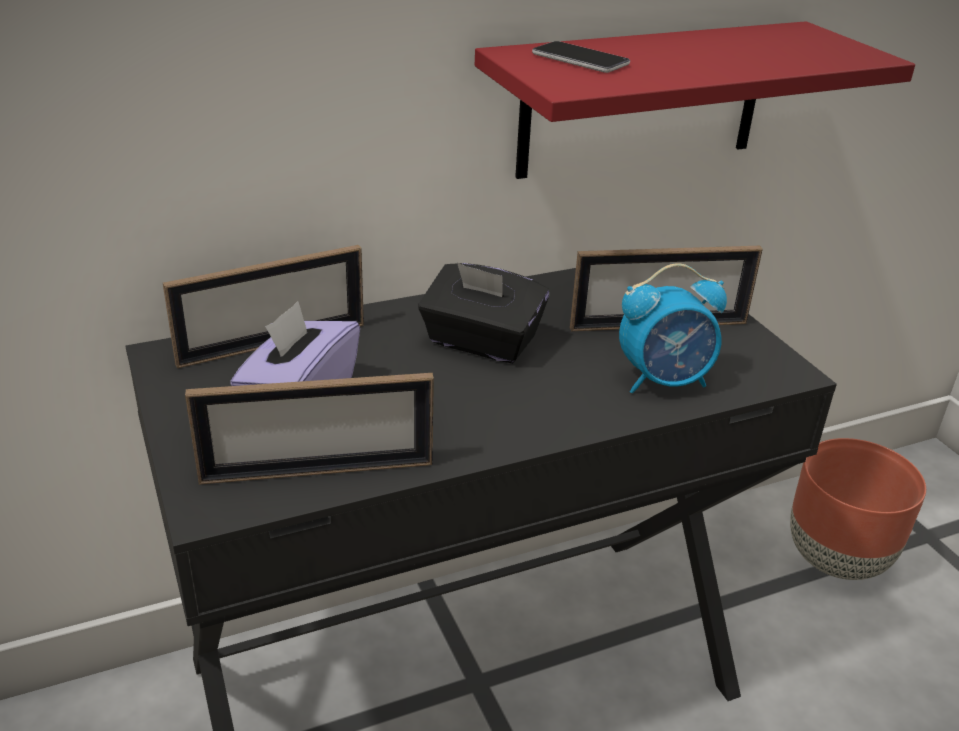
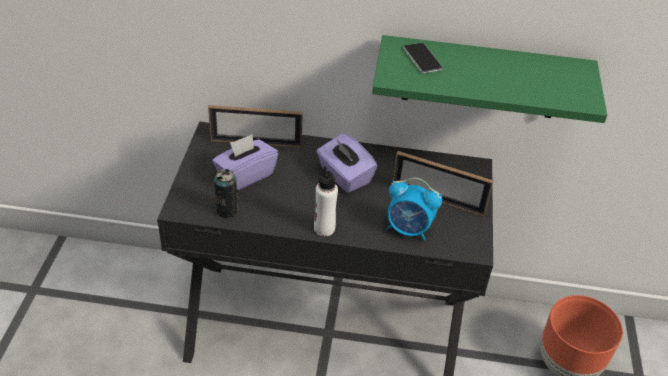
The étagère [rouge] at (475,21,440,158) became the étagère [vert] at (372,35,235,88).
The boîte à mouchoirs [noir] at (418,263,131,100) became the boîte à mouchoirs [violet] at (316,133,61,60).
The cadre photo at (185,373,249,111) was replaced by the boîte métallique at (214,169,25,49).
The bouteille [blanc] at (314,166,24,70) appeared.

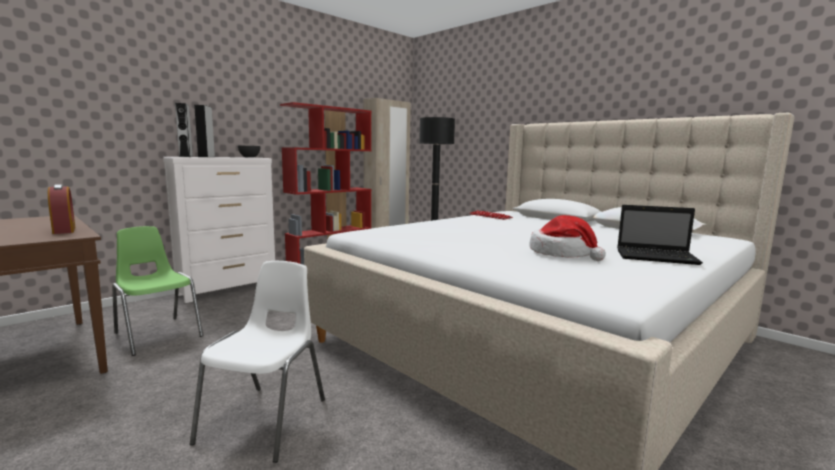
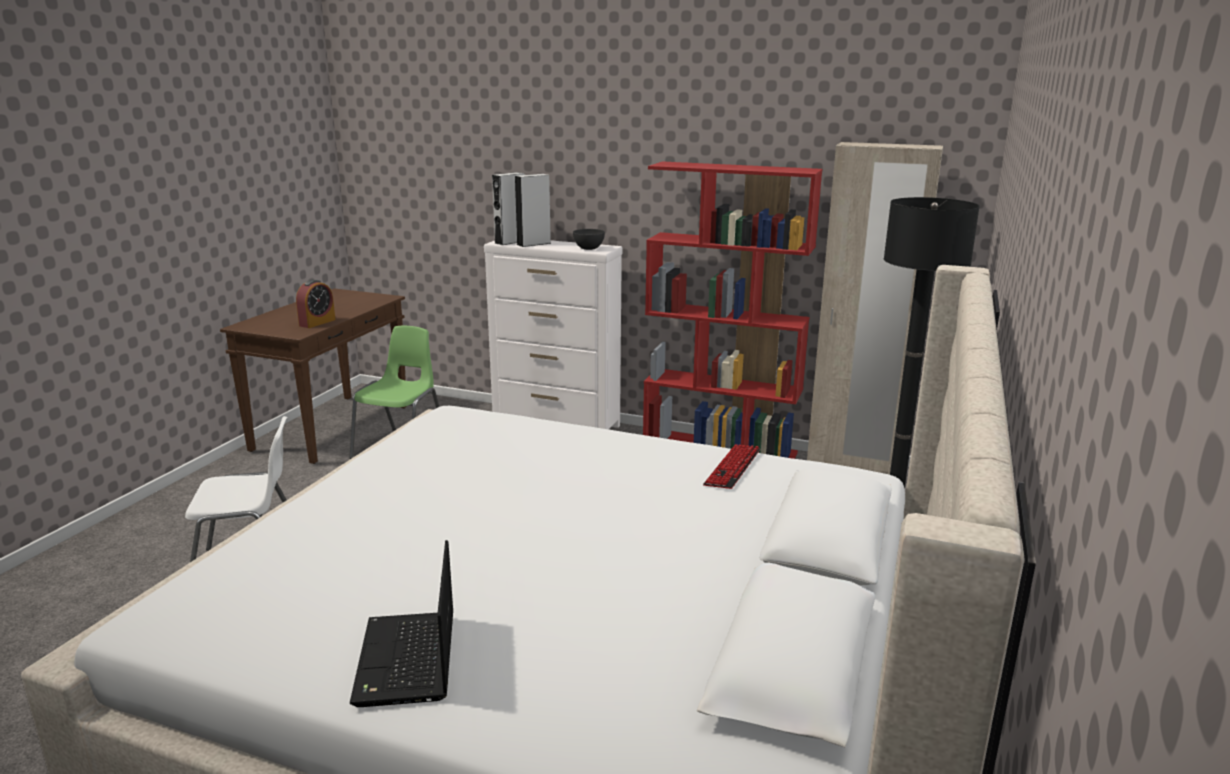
The chapeau at (529,215,77,46) disappeared.

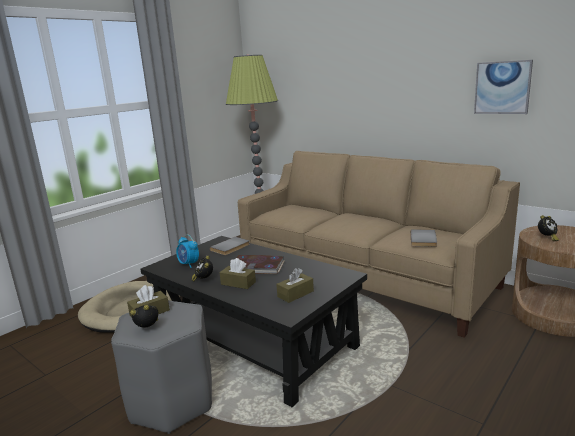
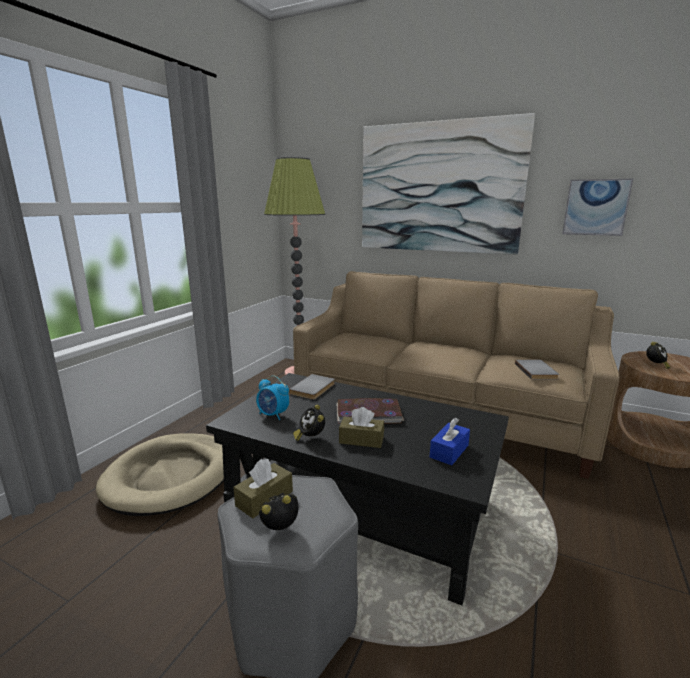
The boîte à mouchoirs [marron] at (276,268,38,35) became the boîte à mouchoirs [bleu] at (430,418,40,47).
The tableau at (362,113,173,142) appeared.

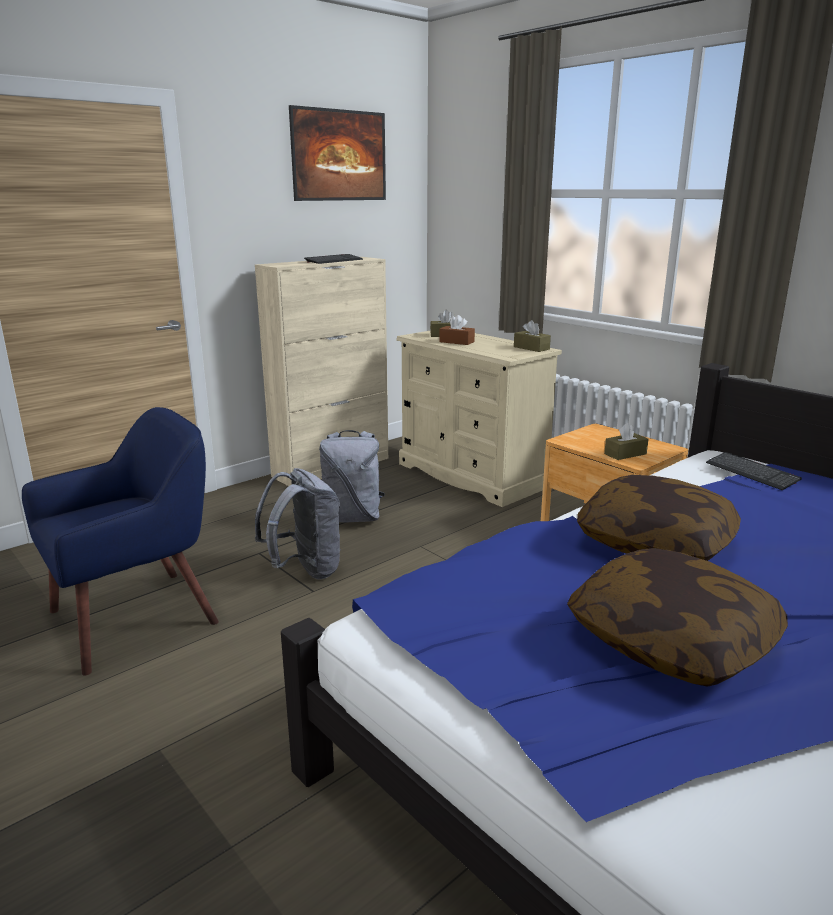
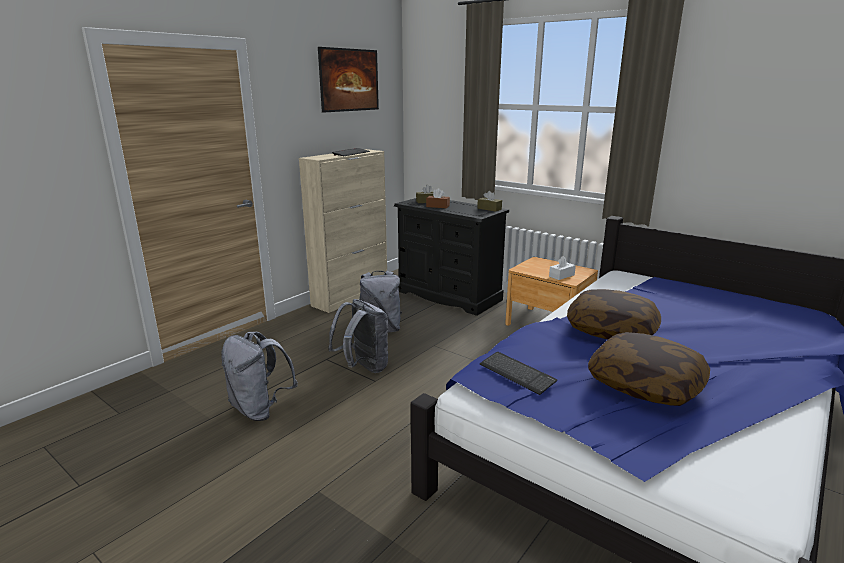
The commode [beige] at (396,330,166,177) became the commode [noir] at (394,198,115,118).
The fauteuil [bleu] at (22,407,197,269) was replaced by the sac à dos [gris] at (221,332,77,89).
The boîte à mouchoirs [marron] at (604,423,44,37) became the boîte à mouchoirs [blanc] at (549,256,27,24).
The clavier moved from (706,452,96,38) to (480,352,77,43).

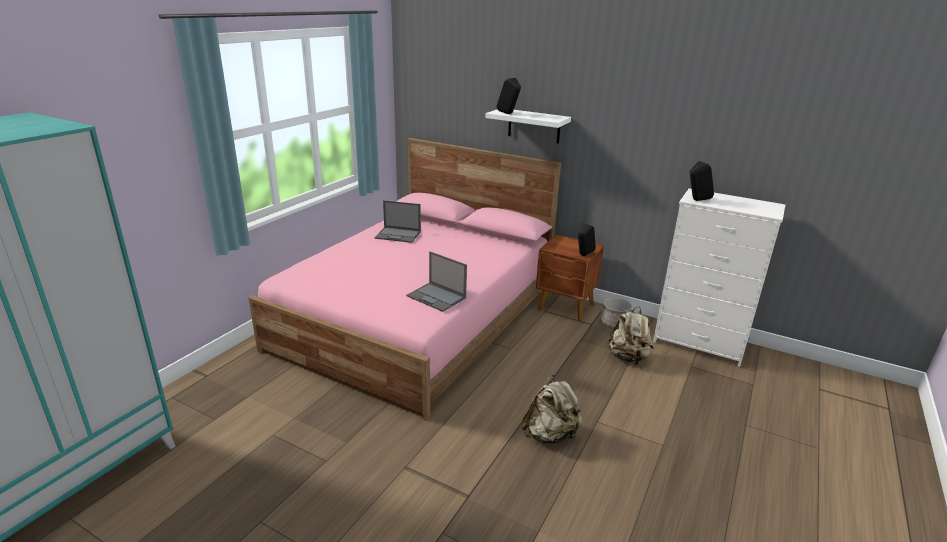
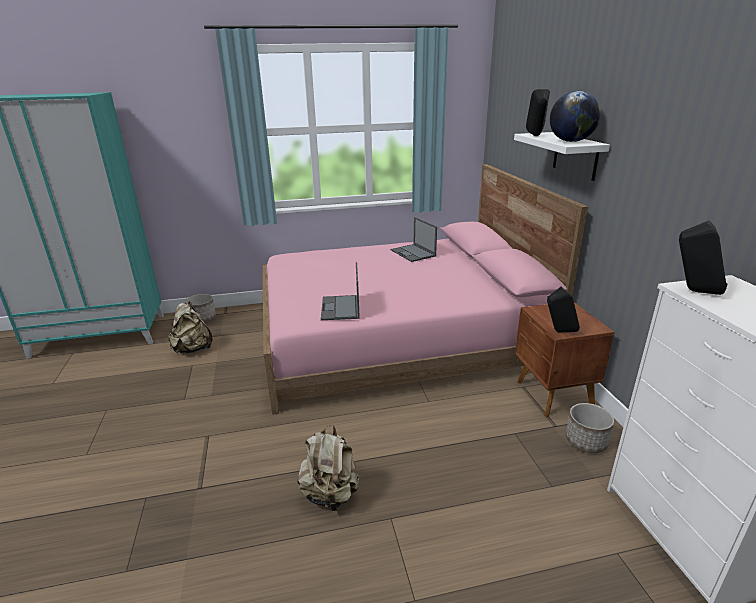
The sac à dos [beige] moved from (606,307,47,58) to (168,301,44,53).
The globe at (550,91,51,51) appeared.
The cache-pot at (185,294,31,28) appeared.

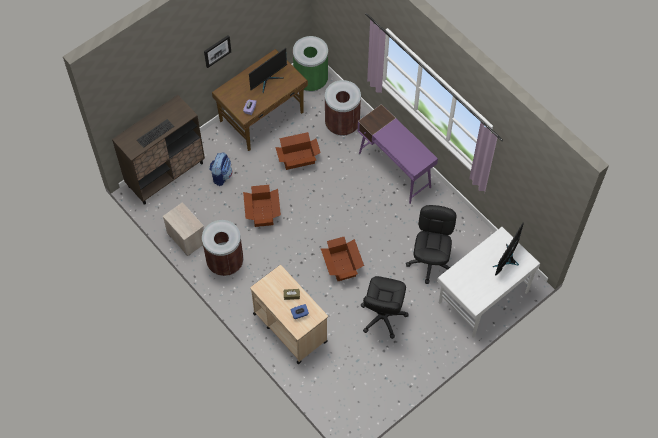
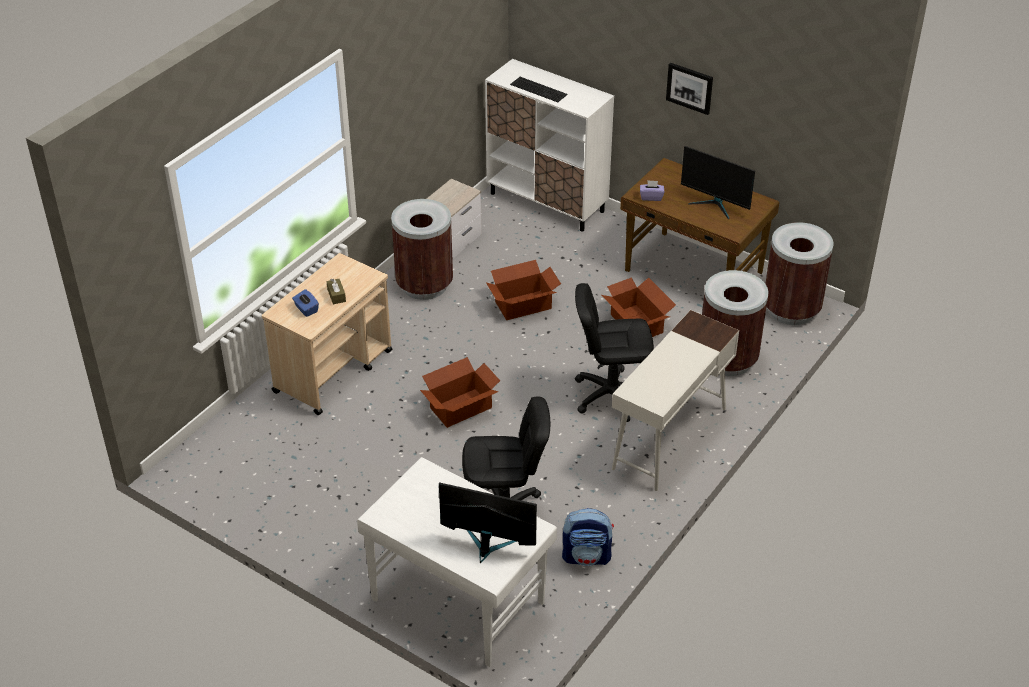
The poubelle [vert] at (293,36,35,56) became the poubelle [marron] at (766,222,68,103).
The meuble de rangement [marron] at (112,95,93,110) became the meuble de rangement [blanc] at (485,59,129,173).
The bureau [violet] at (358,104,80,100) became the bureau [blanc] at (612,310,127,181).
The sac à dos moved from (209,152,23,34) to (562,508,52,58).
The chaise de bureau [noir] moved from (361,276,48,63) to (575,283,79,139).

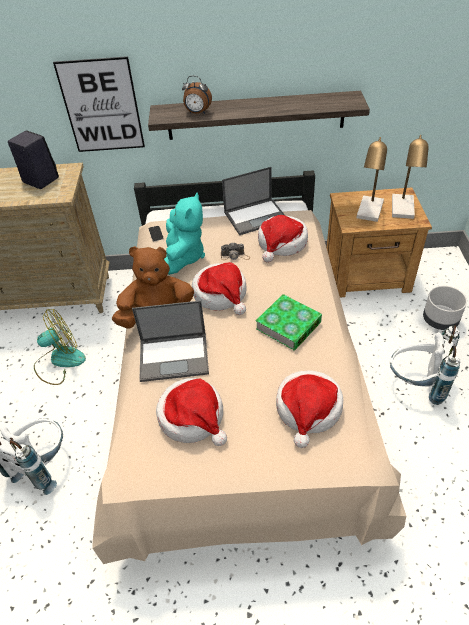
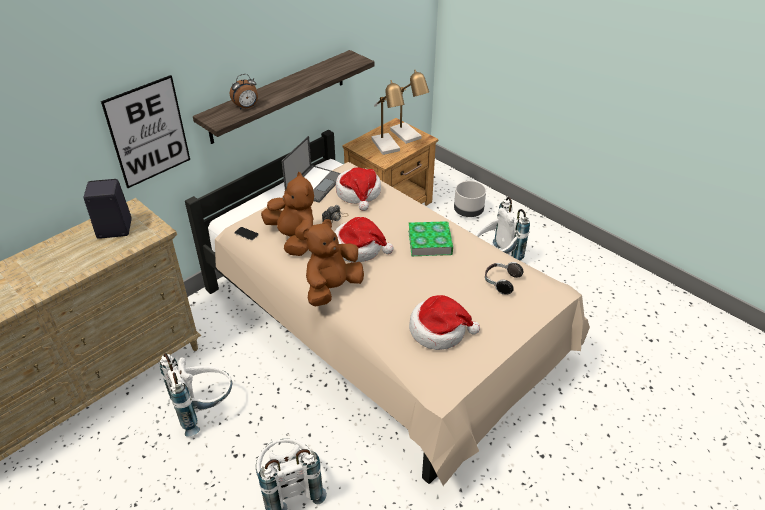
The peluche [turquoise] at (164,193,41,82) became the peluche [marron] at (261,172,53,84).
The ordinateur portable at (132,301,77,81) disappeared.
The ventilateur at (34,309,52,76) was replaced by the sac à dos [blanc] at (159,353,73,84).
The chapeau at (276,371,67,77) was replaced by the casque audio at (485,262,38,33).

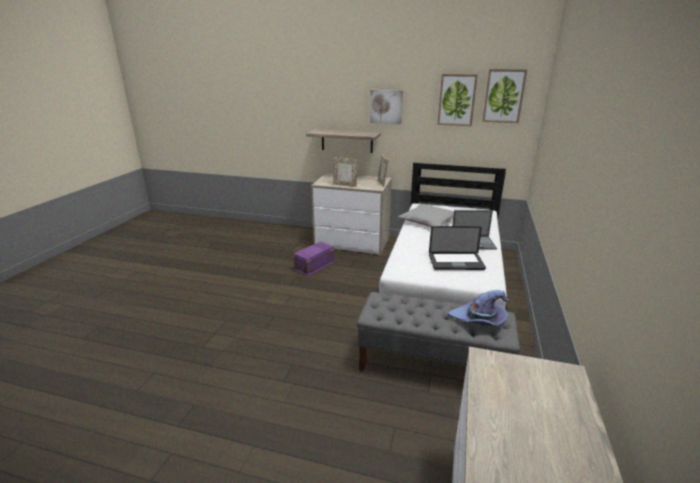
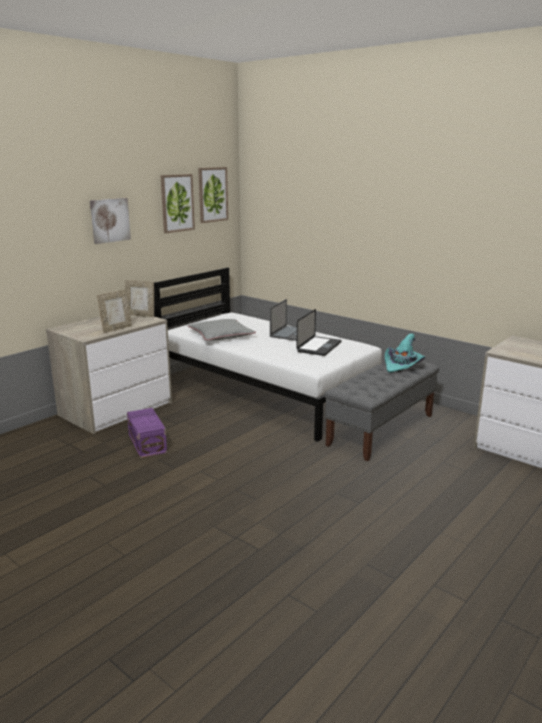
The étagère at (306,129,75,24) disappeared.
The chapeau [violet] at (448,290,61,37) became the chapeau [turquoise] at (385,333,40,39).

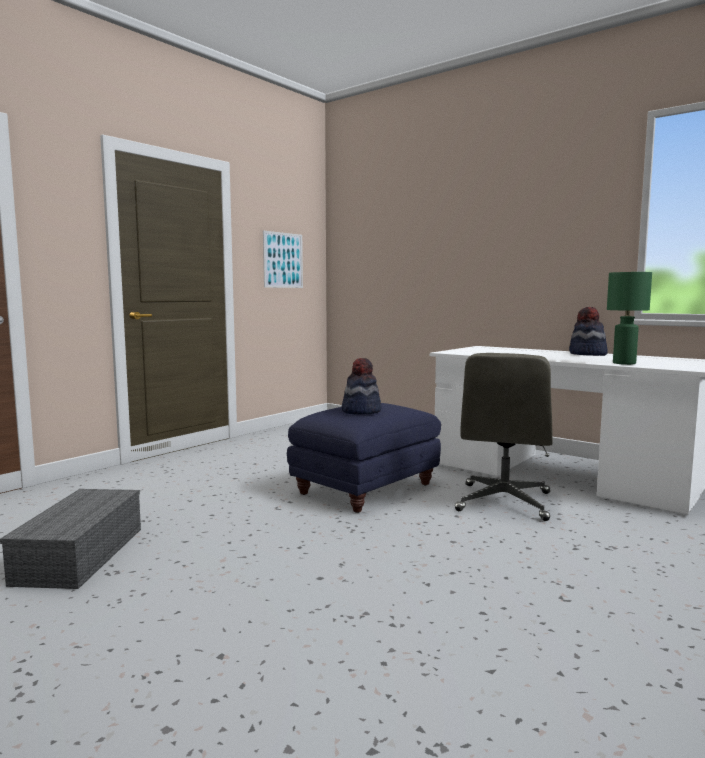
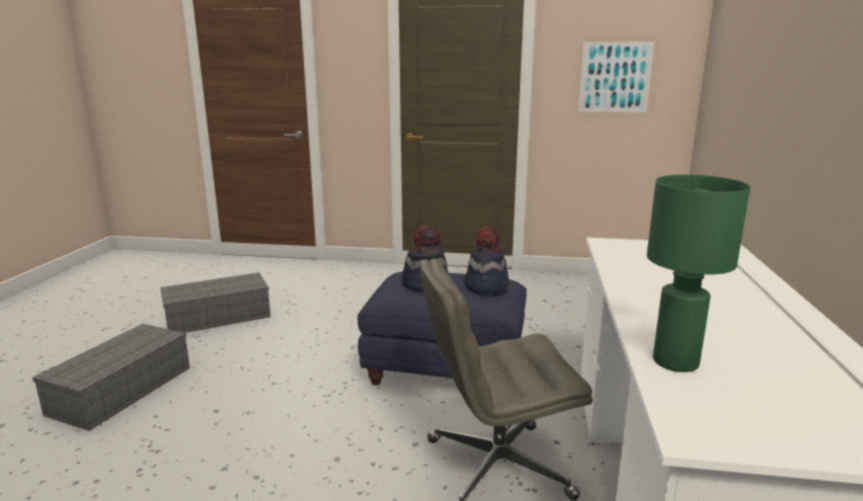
The chapeau moved from (569,307,39,49) to (465,226,44,68).
The boîte de rangement [gris] at (32,324,158,107) appeared.

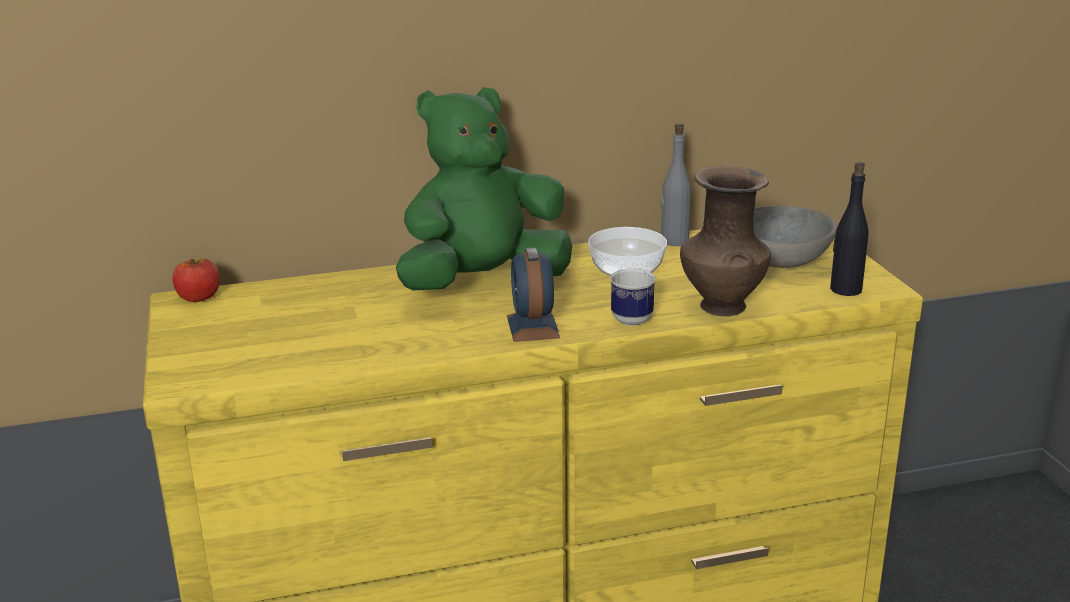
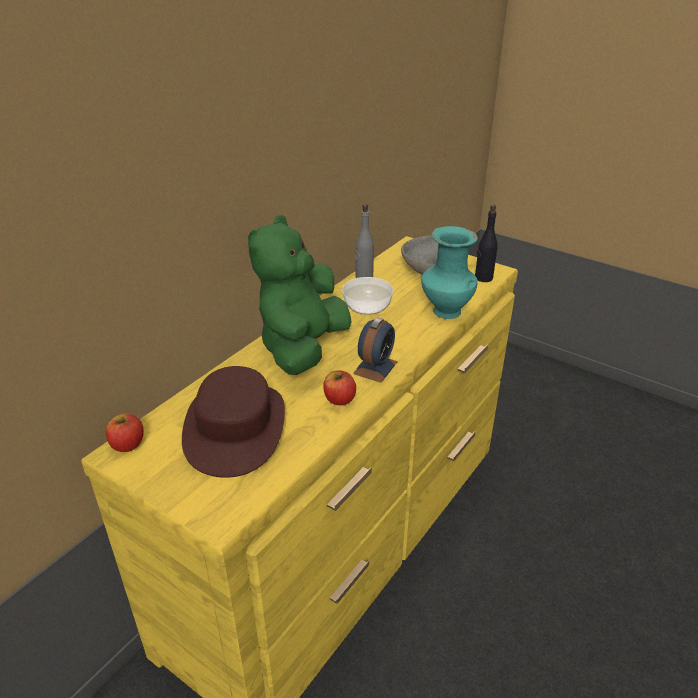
The vase [marron] at (680,166,91,151) became the vase [turquoise] at (421,226,57,93).
The réveil at (507,248,53,94) turned 105 degrees counterclockwise.
The mug at (610,269,46,57) disappeared.
The chapeau [marron] at (182,366,103,112) appeared.
The pomme at (323,370,33,36) appeared.

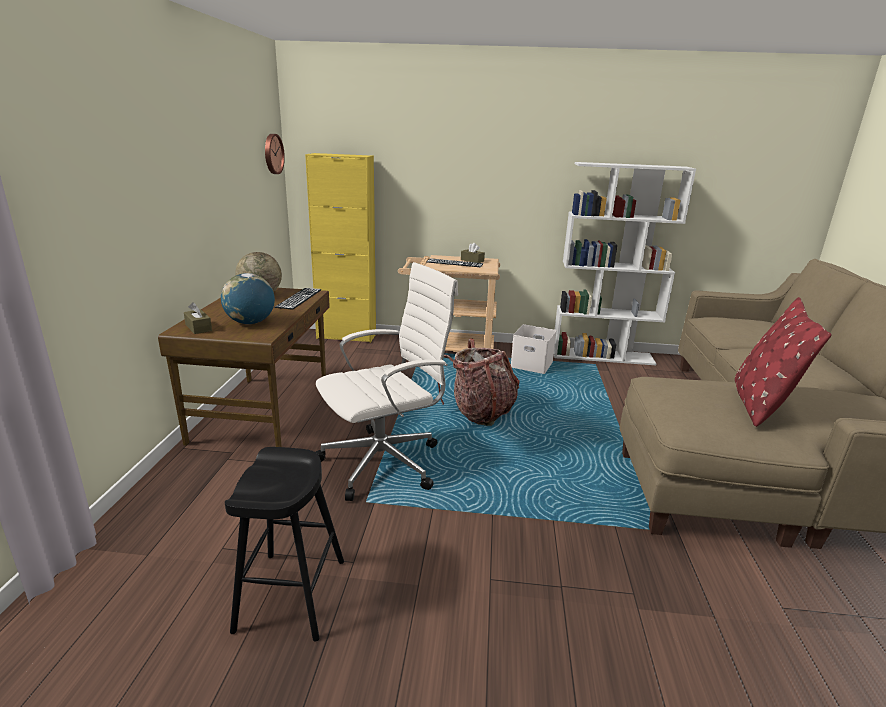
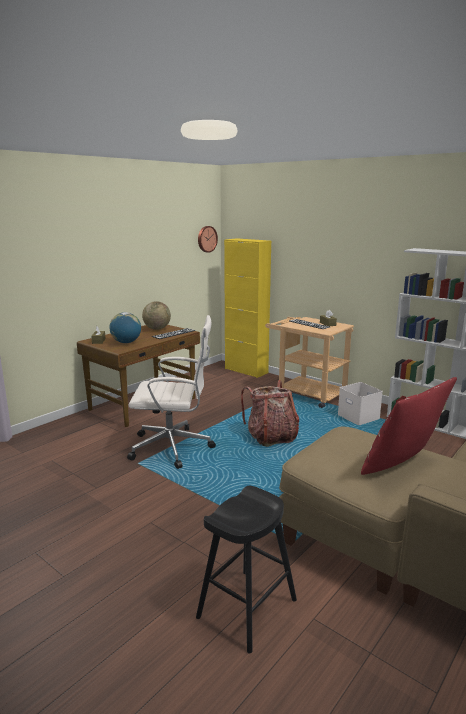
The tabouret [noir] moved from (225,447,119,195) to (196,486,101,167).

